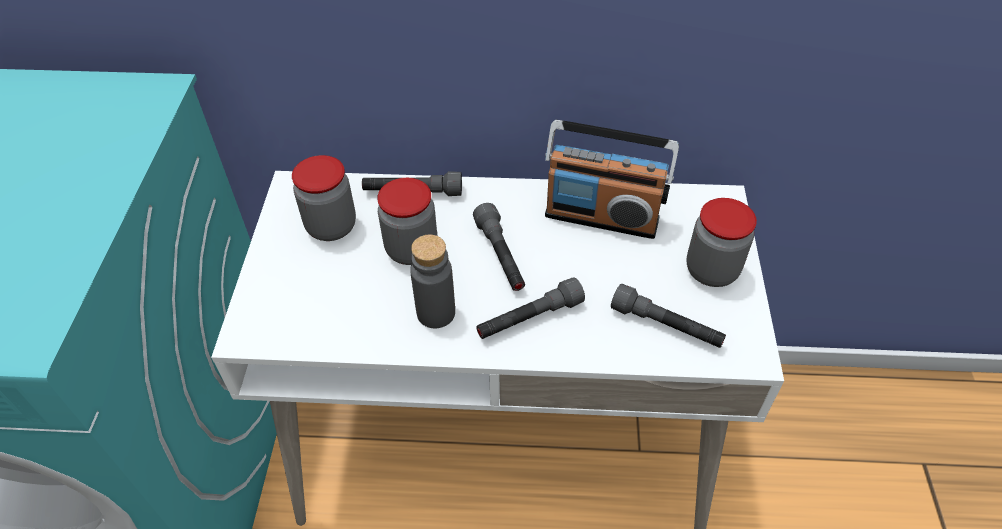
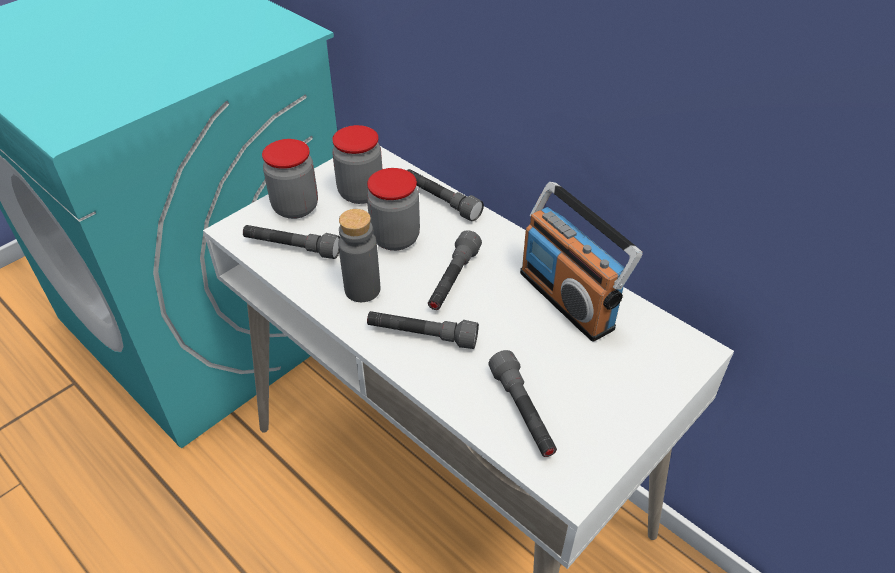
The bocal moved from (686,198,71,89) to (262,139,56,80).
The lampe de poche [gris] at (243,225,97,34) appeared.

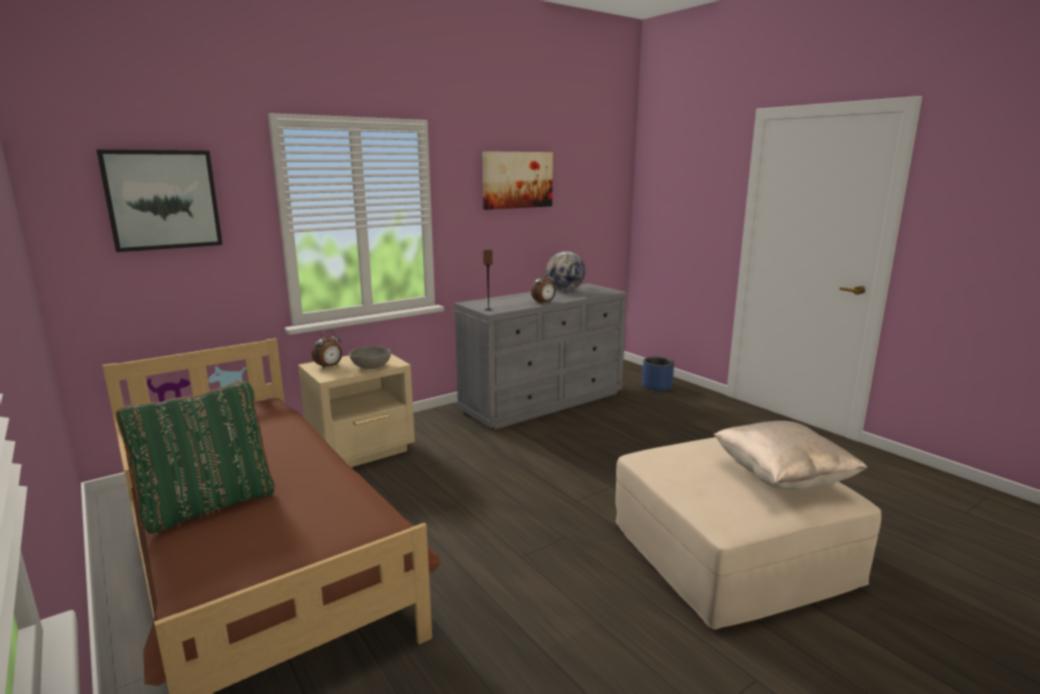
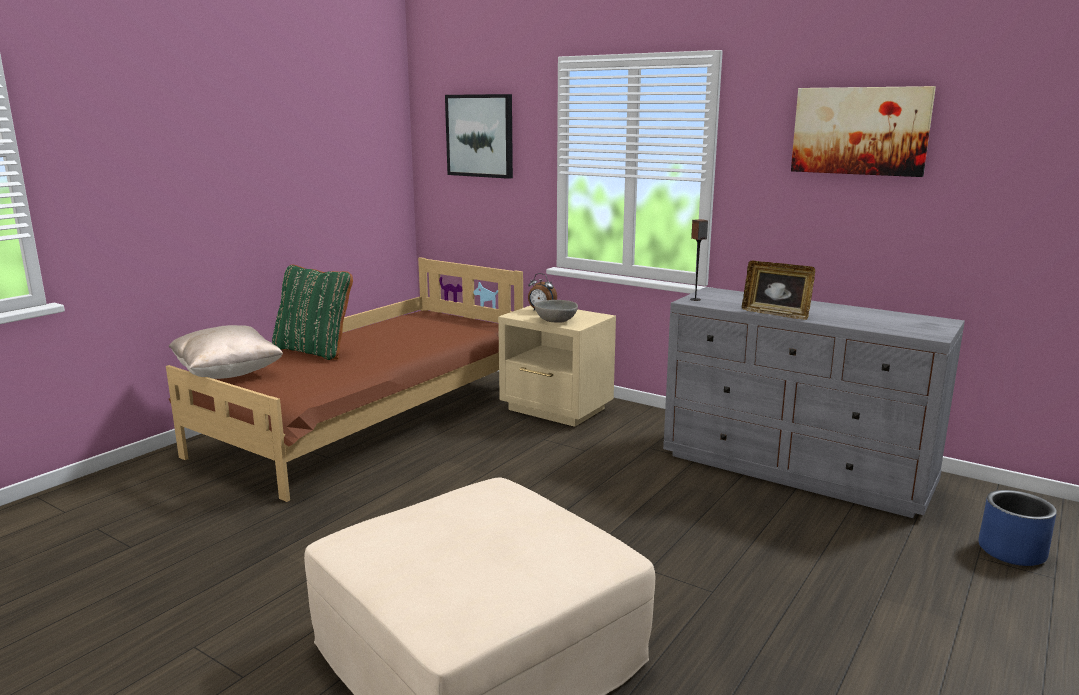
The globe at (546,251,39,40) disappeared.
The réveil at (531,270,25,34) was replaced by the cadre photo at (742,261,73,59).
The coussin [beige] moved from (713,421,155,69) to (169,325,114,54).

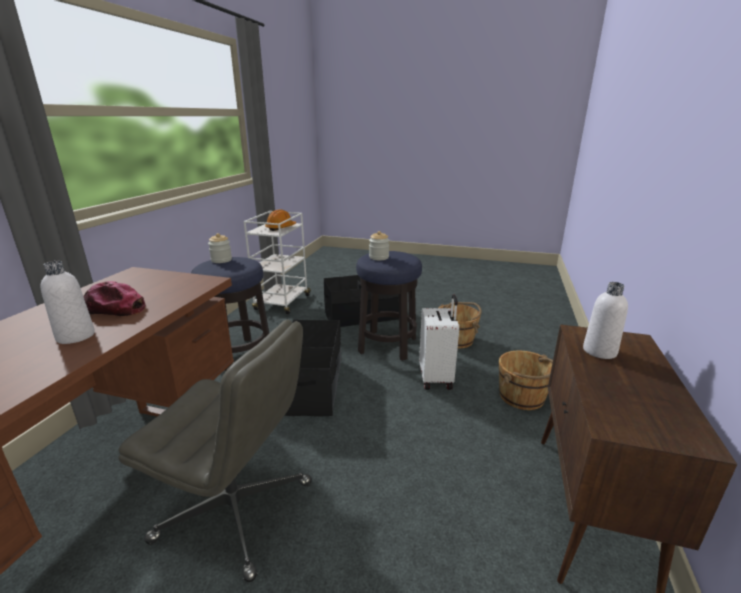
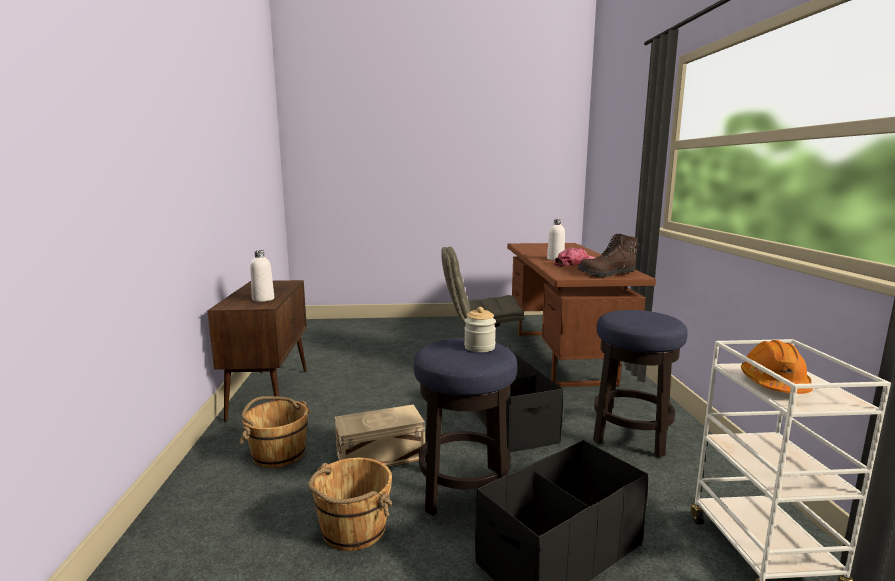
The bocal at (208,233,24,30) disappeared.
The valise [blanc] at (419,295,40,95) was replaced by the boîte de rangement [beige] at (335,405,90,62).
The botte [marron] at (577,233,62,44) appeared.

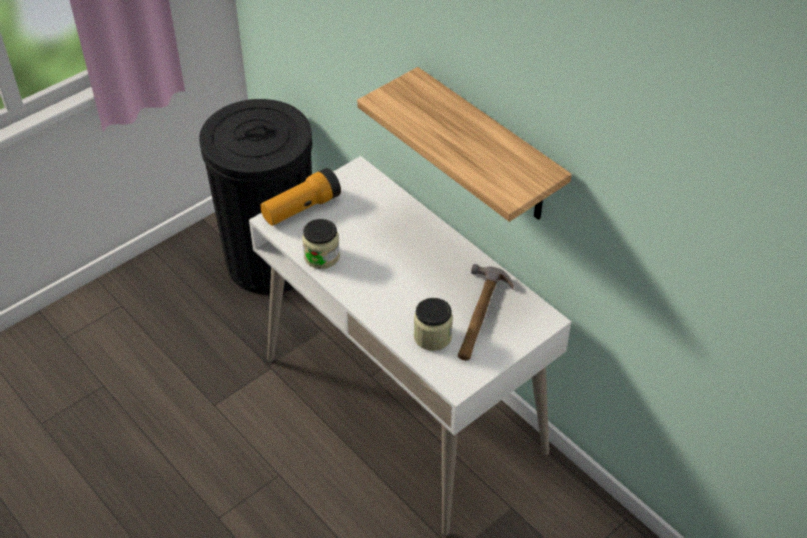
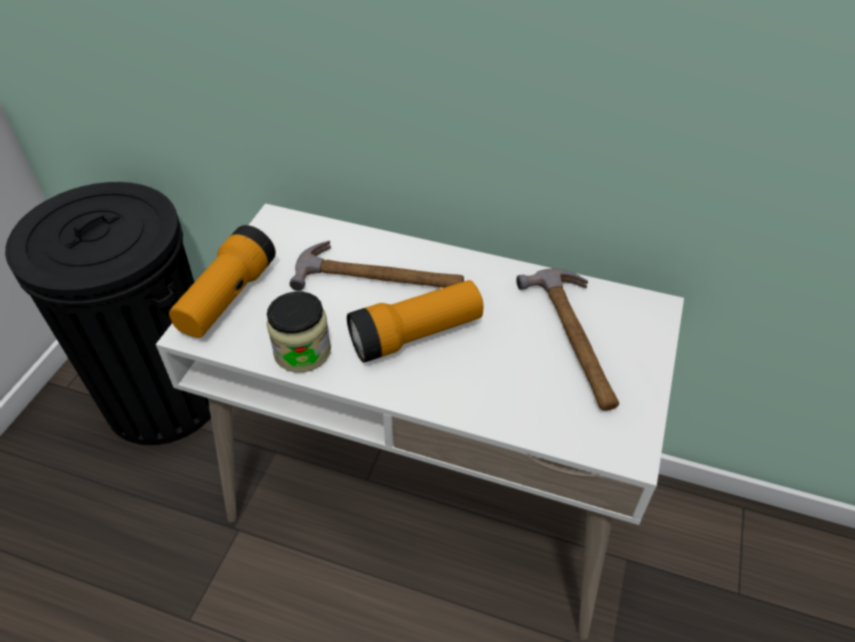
The étagère at (357,67,215,155) disappeared.
The bocal at (414,298,39,53) disappeared.
The marteau at (290,241,174,50) appeared.
The lampe de poche at (347,280,136,83) appeared.

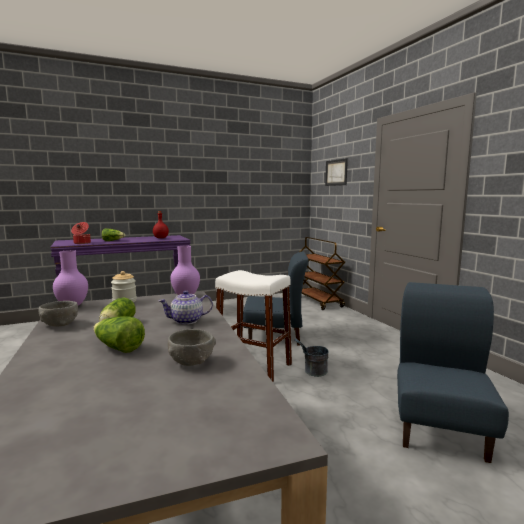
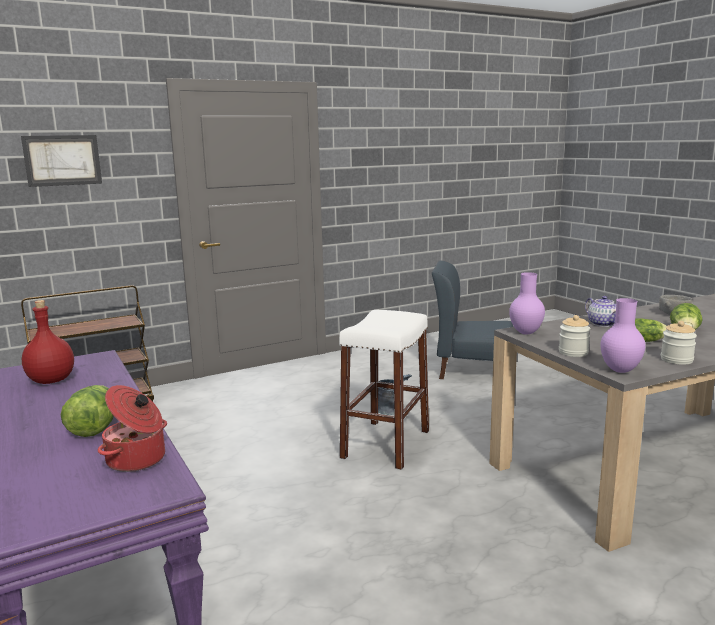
The chaise [bleu] at (243,252,66,94) disappeared.
The bol [gris] at (39,301,39,26) was replaced by the bocal at (661,321,36,44).

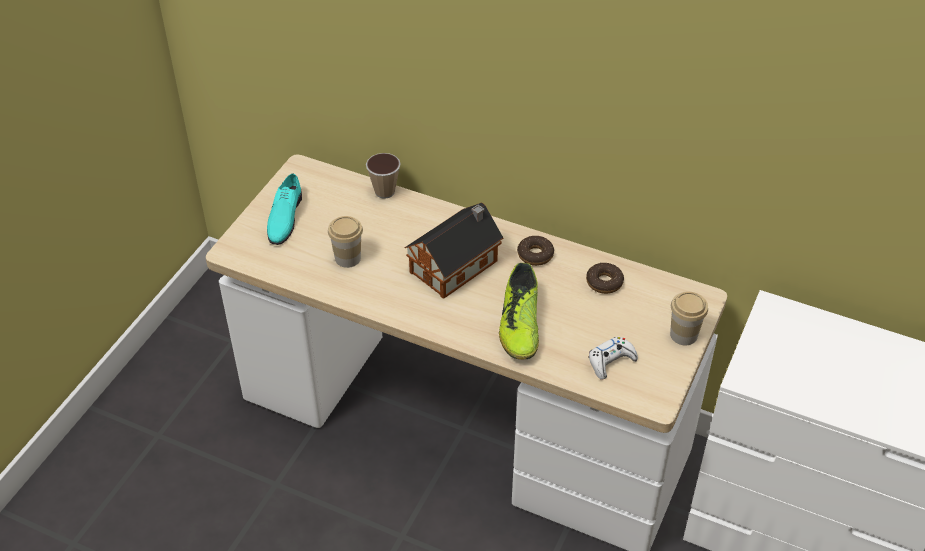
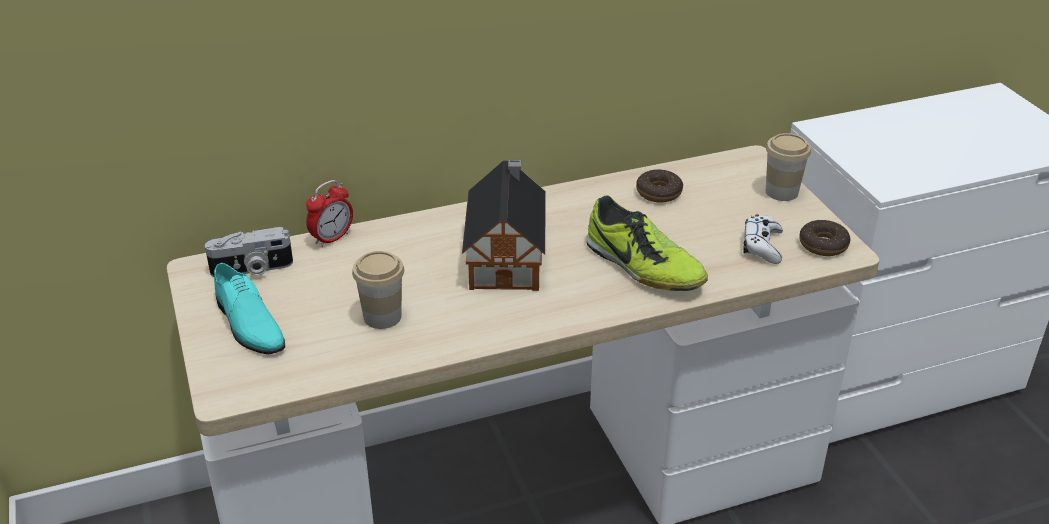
The tasse at (366,153,35,46) was replaced by the réveil at (306,180,47,67).
The beignet moved from (517,236,37,30) to (799,220,52,36).
The appareil photo at (205,227,88,50) appeared.

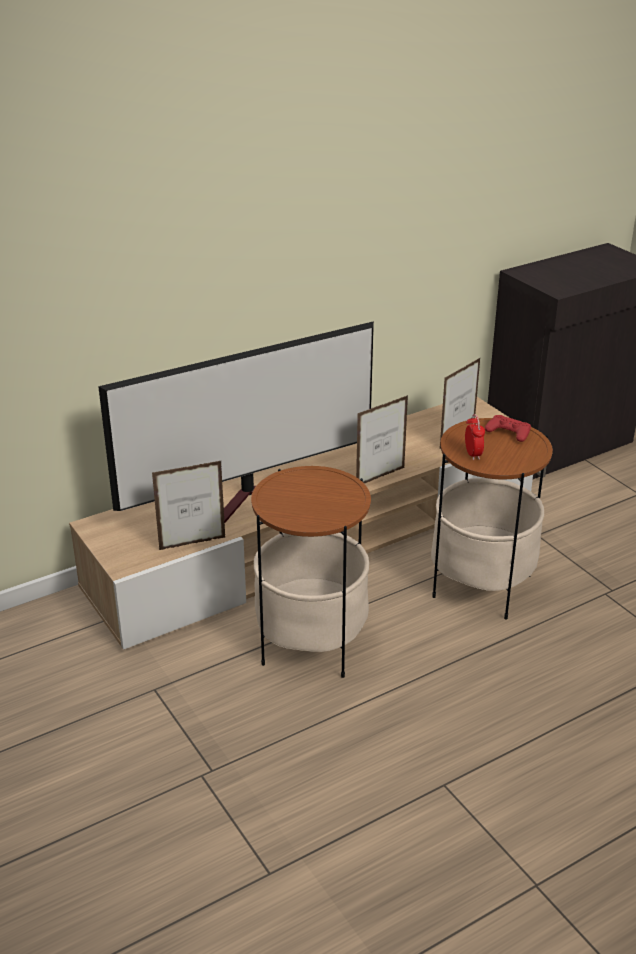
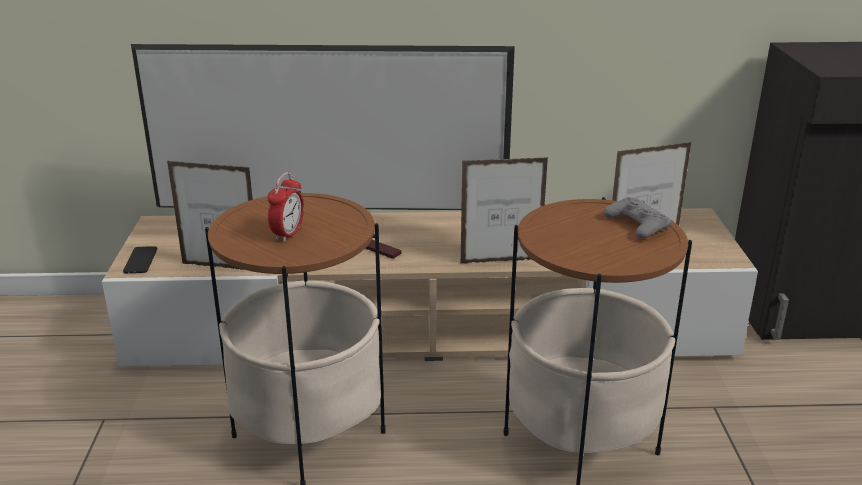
The réveil moved from (465,414,20,46) to (268,172,36,70).
The manette [rouge] at (485,415,46,27) became the manette [gris] at (603,197,68,41).
The téléphone at (123,246,34,27) appeared.

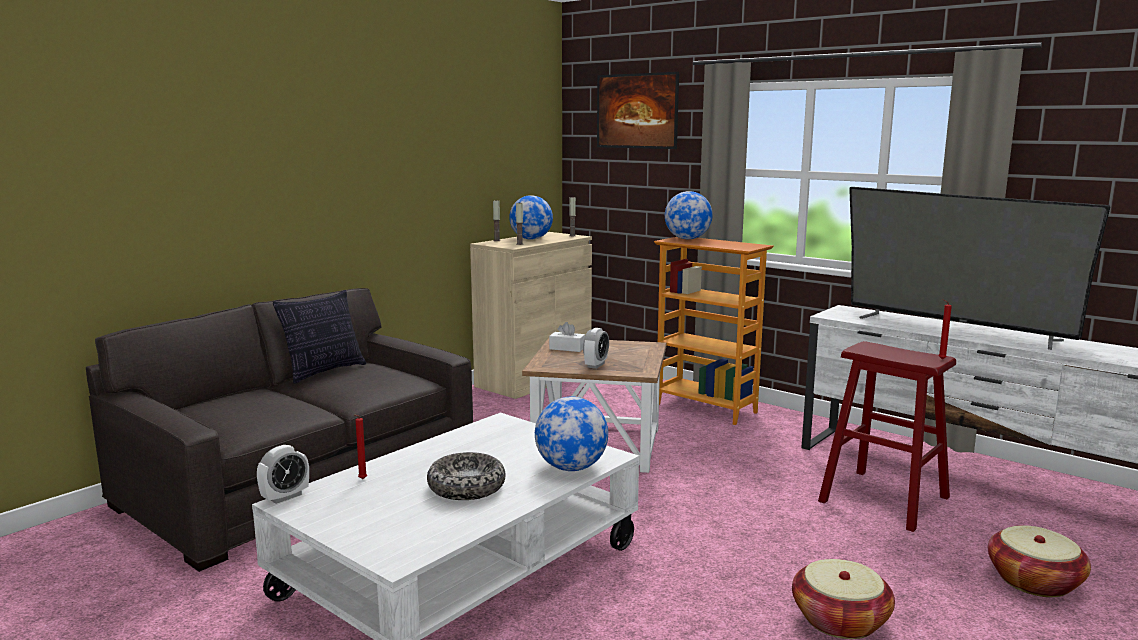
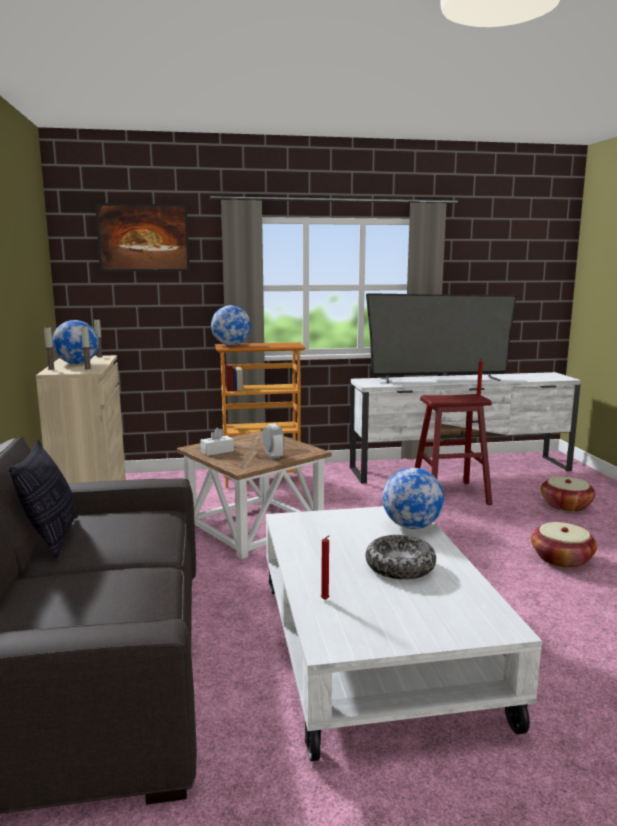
The réveil at (257,445,52,59) disappeared.

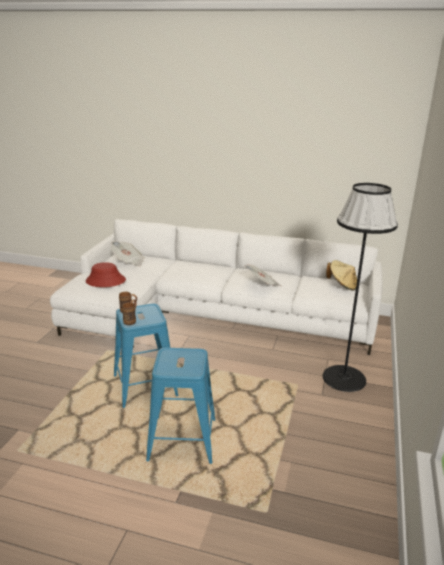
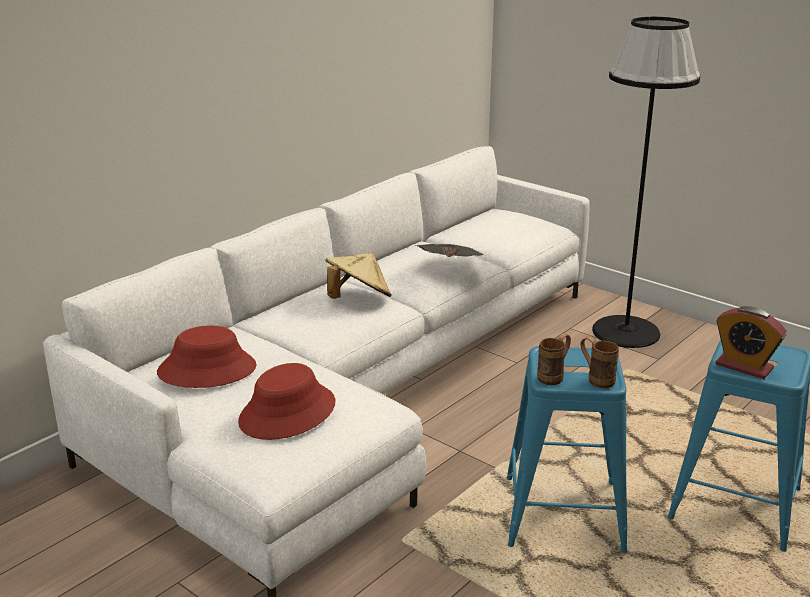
The journal at (110,241,35,26) was replaced by the chapeau [rouge] at (157,326,100,62).
The chapeau [beige] moved from (326,260,31,31) to (325,253,67,46).
The réveil at (716,306,71,73) appeared.

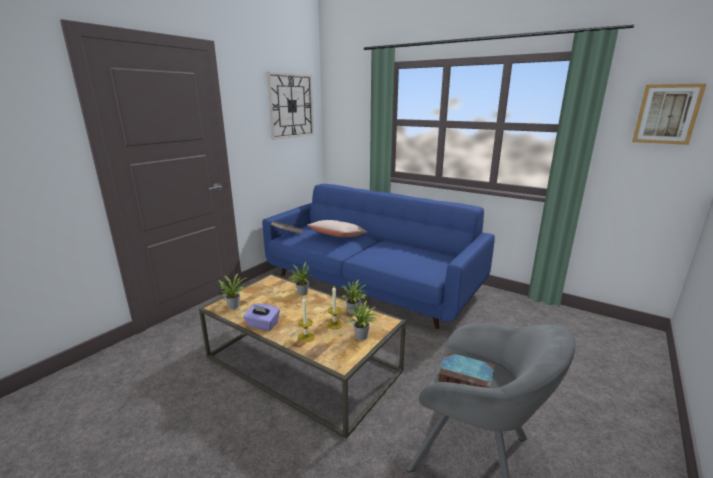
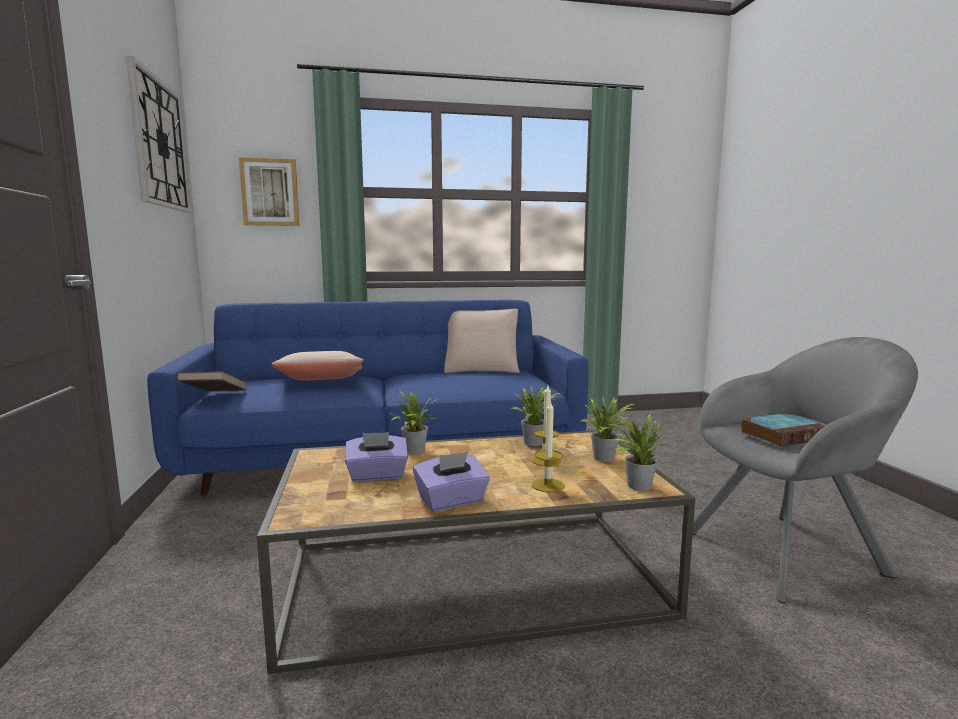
The tableau moved from (632,84,74,61) to (239,157,60,69).
The plante en pot moved from (218,274,28,35) to (610,414,61,77).
The coussin [beige] at (444,309,76,64) appeared.
The boîte à mouchoirs [violet] at (345,432,63,50) appeared.

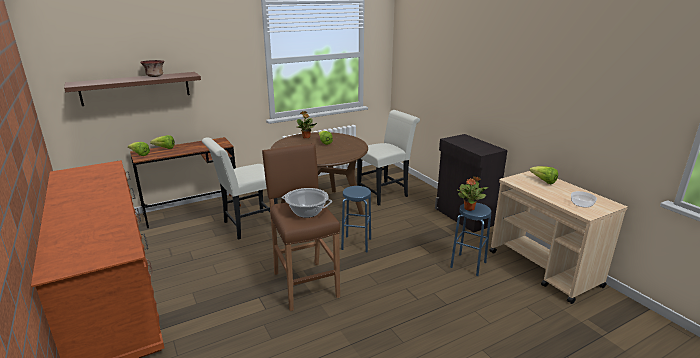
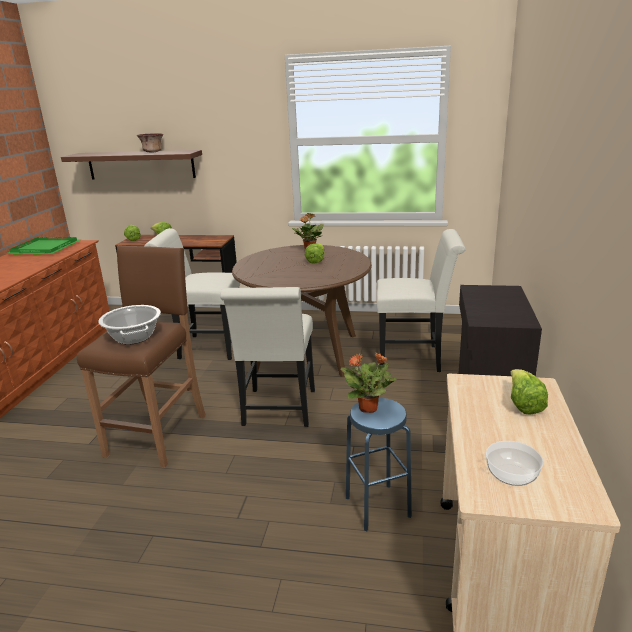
The tabouret [bleu] at (341,186,30,67) was replaced by the chaise [blanc] at (220,287,95,140).
The plateau [vert] at (6,237,74,18) appeared.

